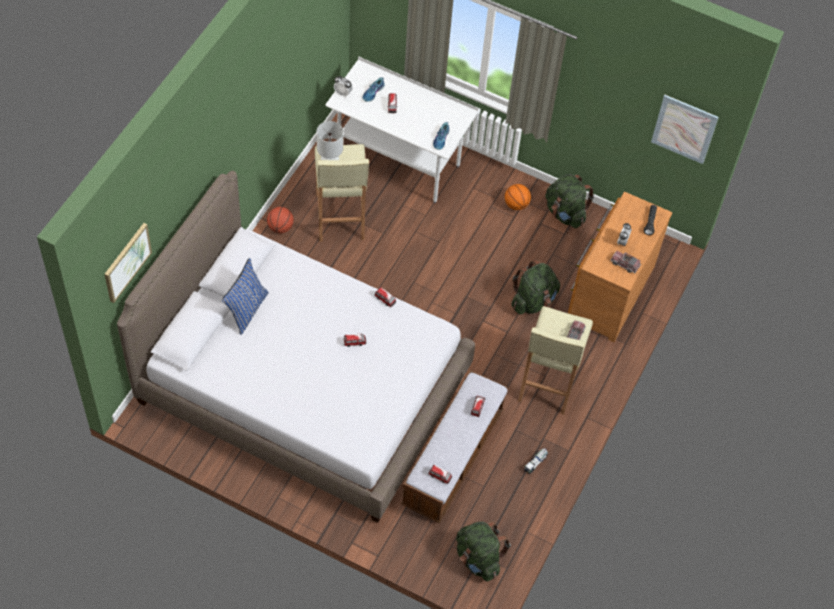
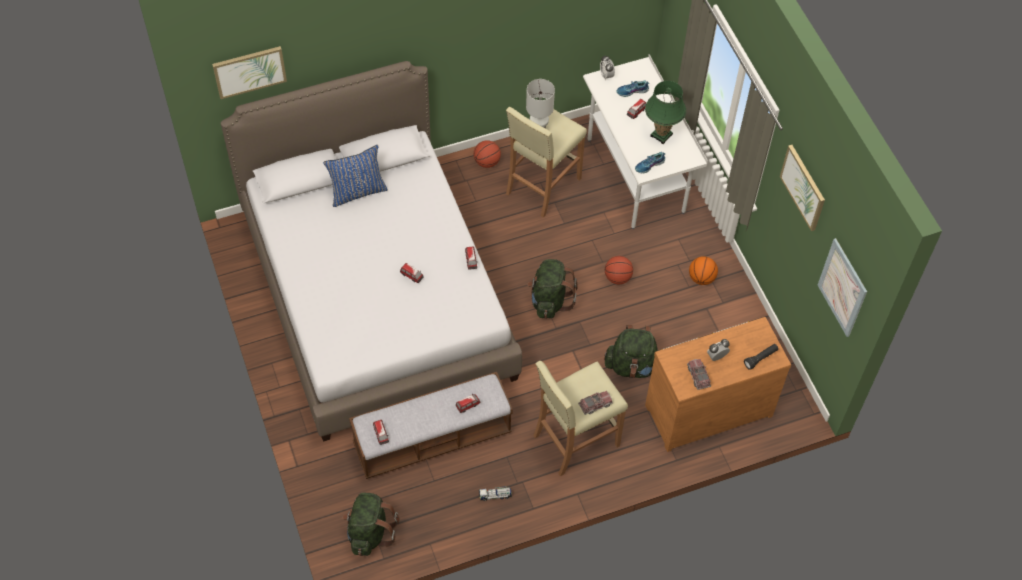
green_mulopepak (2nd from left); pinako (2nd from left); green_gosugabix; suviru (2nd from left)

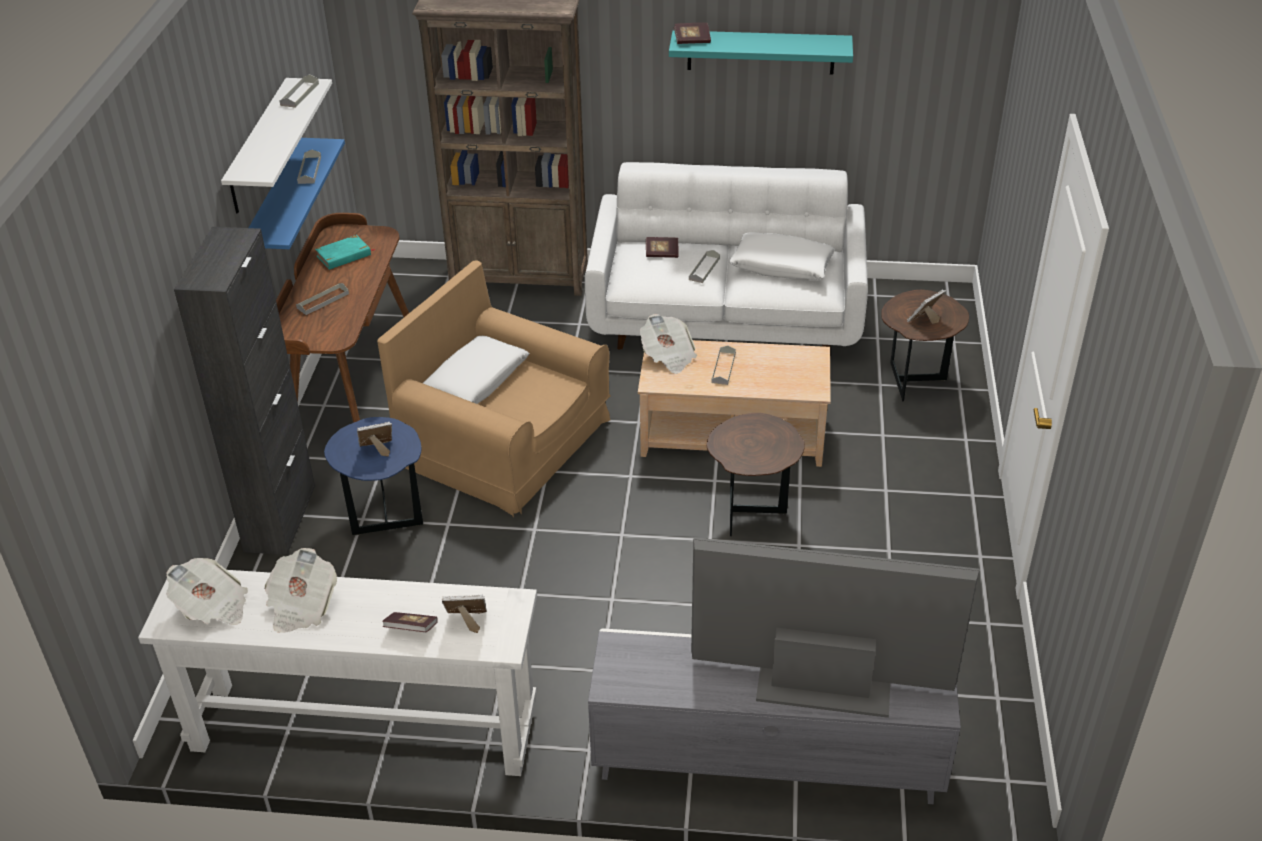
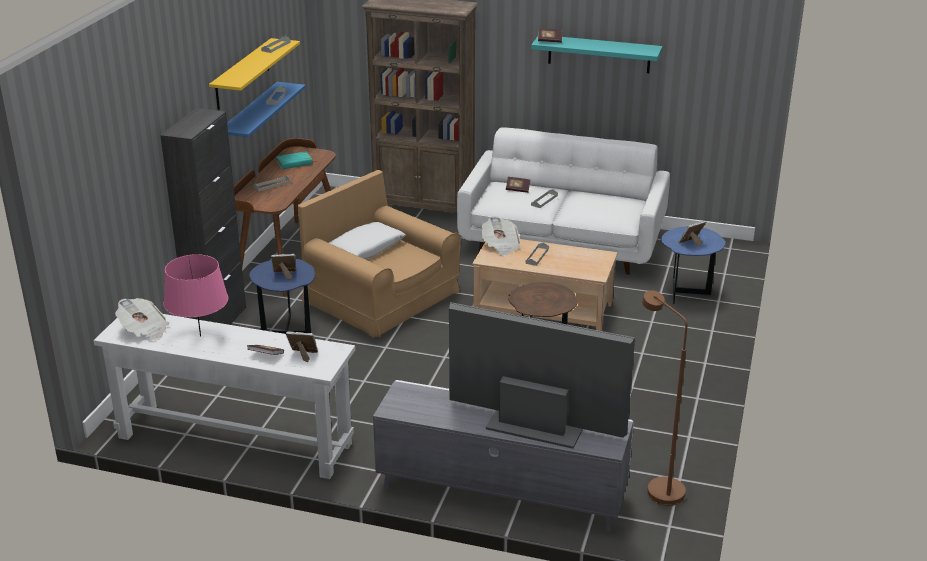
pink_gosugabix; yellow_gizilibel; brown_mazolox; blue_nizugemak (2nd from left); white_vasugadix (2nd from left in the first image)

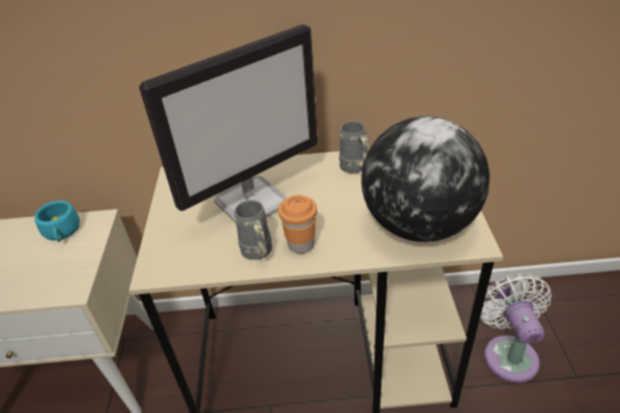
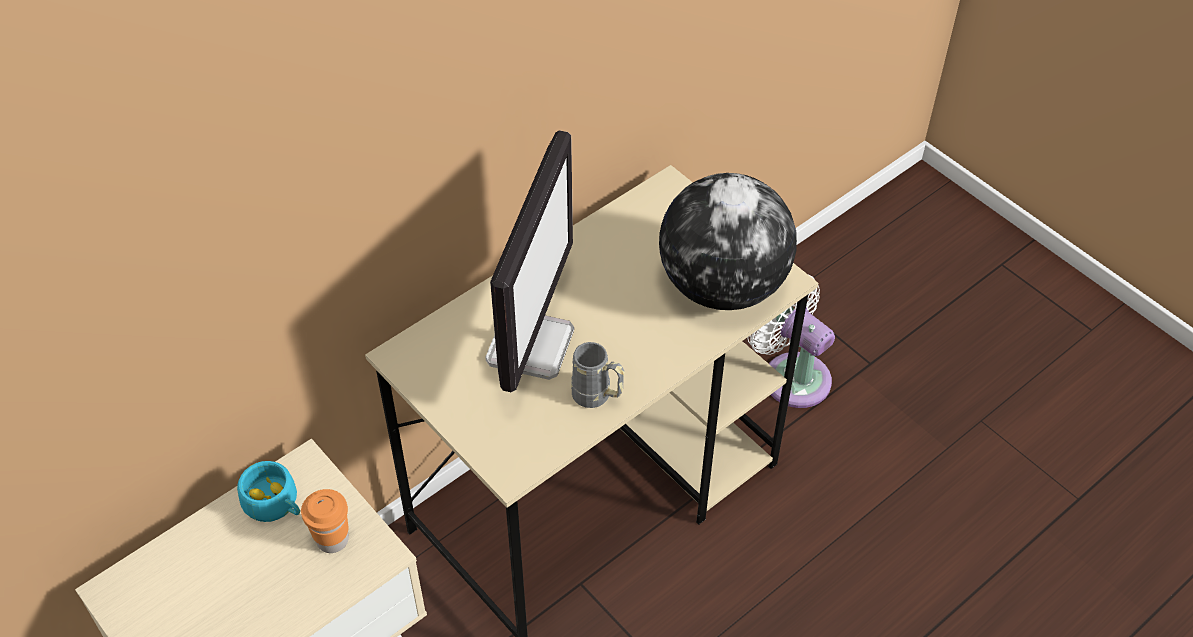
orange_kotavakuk; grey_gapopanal (2nd from left in the first image)

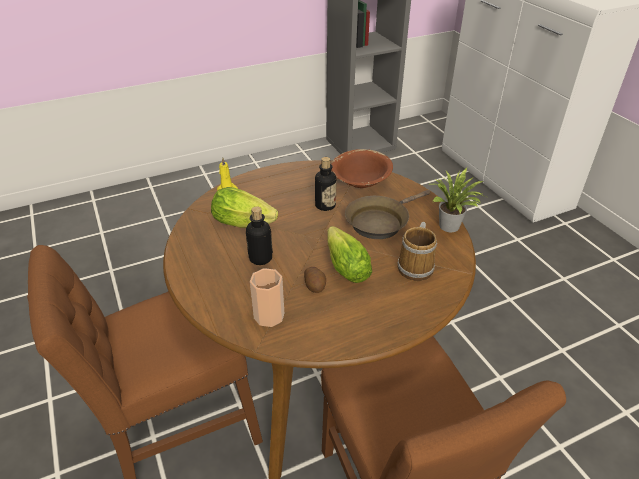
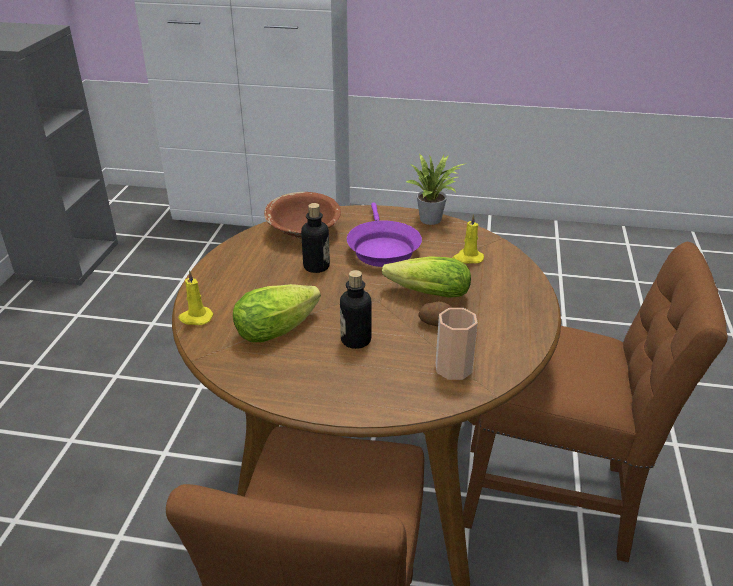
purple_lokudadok; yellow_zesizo (2nd from left)

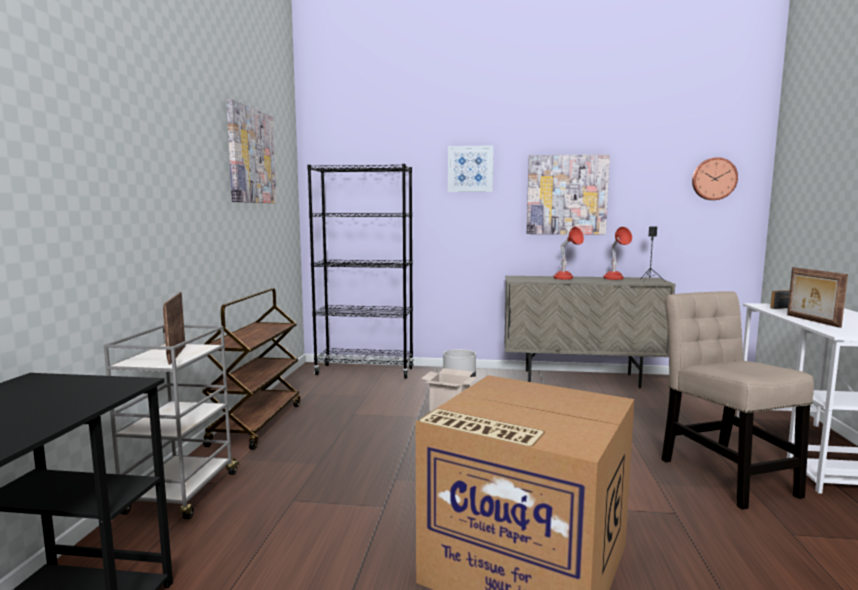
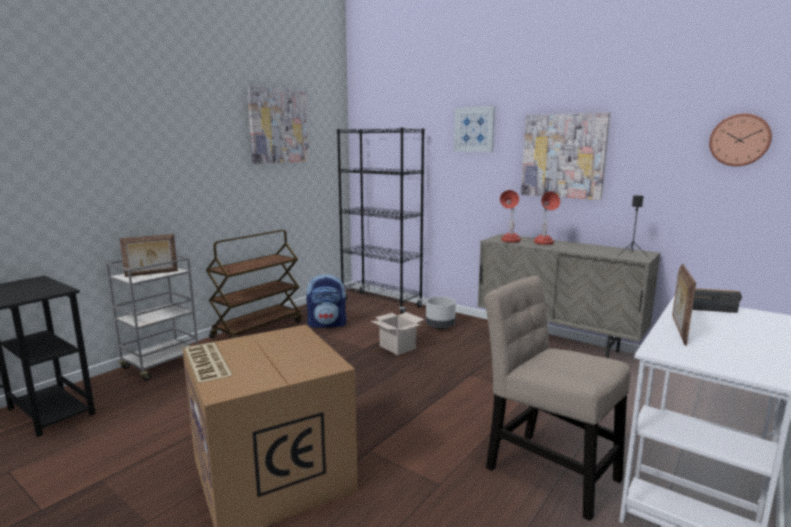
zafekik (1st from left); mulopepak; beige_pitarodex; red_gosugabix (1st from left)

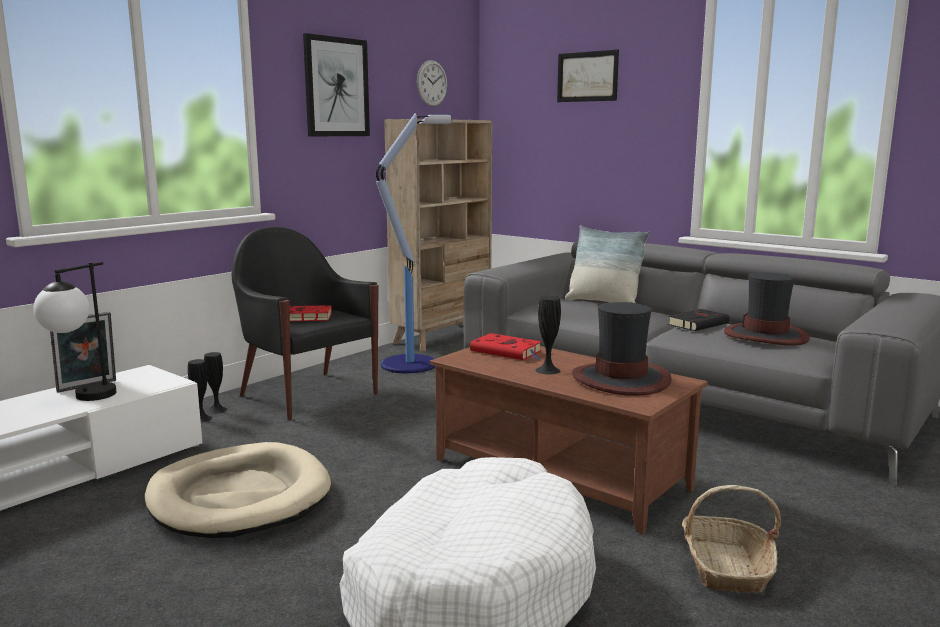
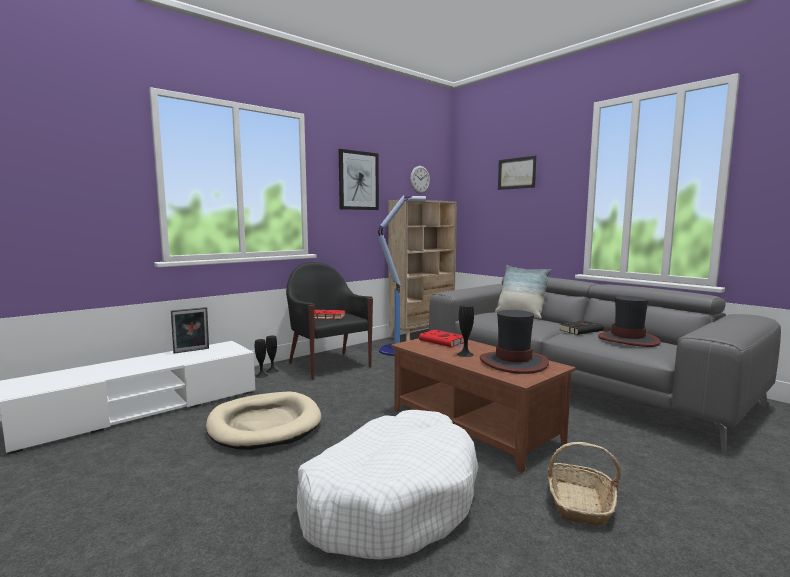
gosugabix

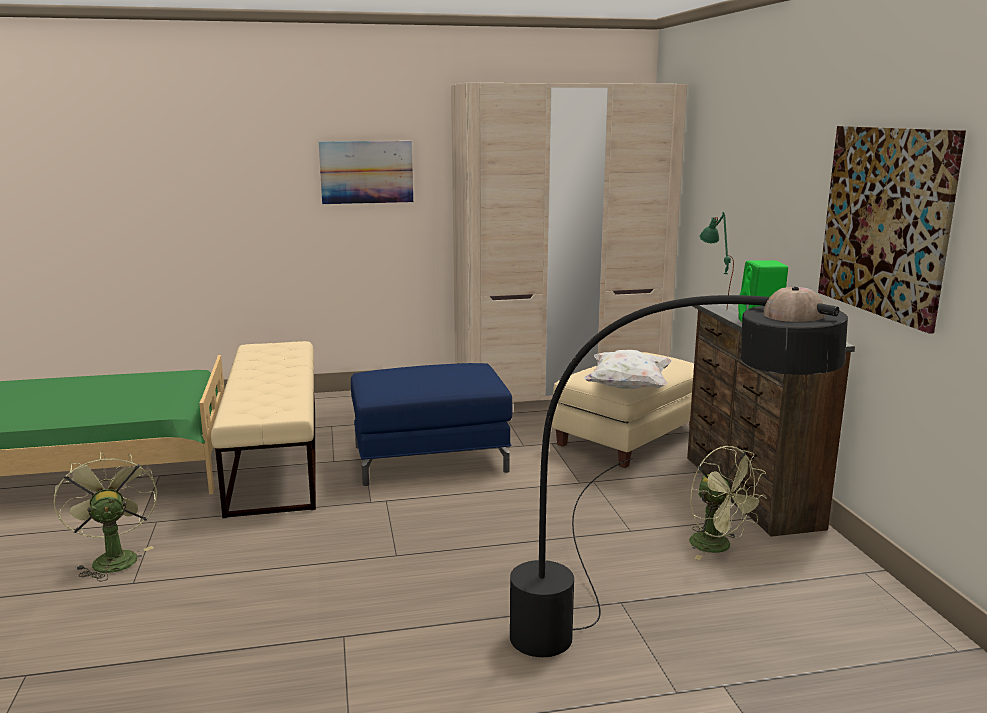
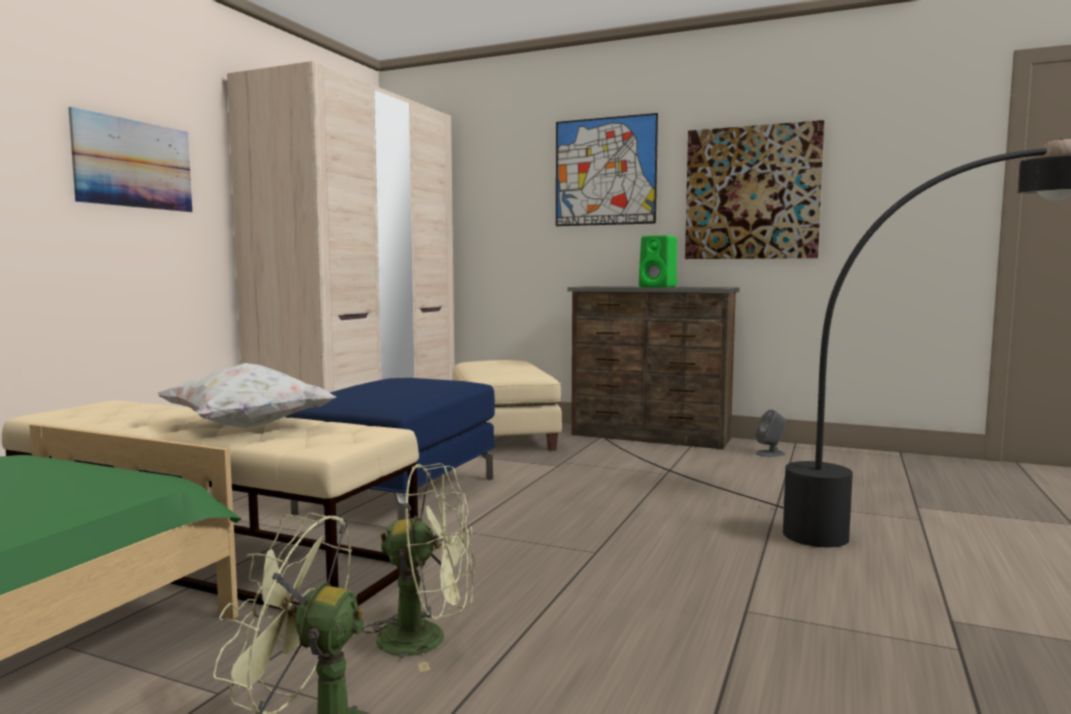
white_vasugadix; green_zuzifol (2nd from left); suviru (2nd from left); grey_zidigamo; green_gosugabix

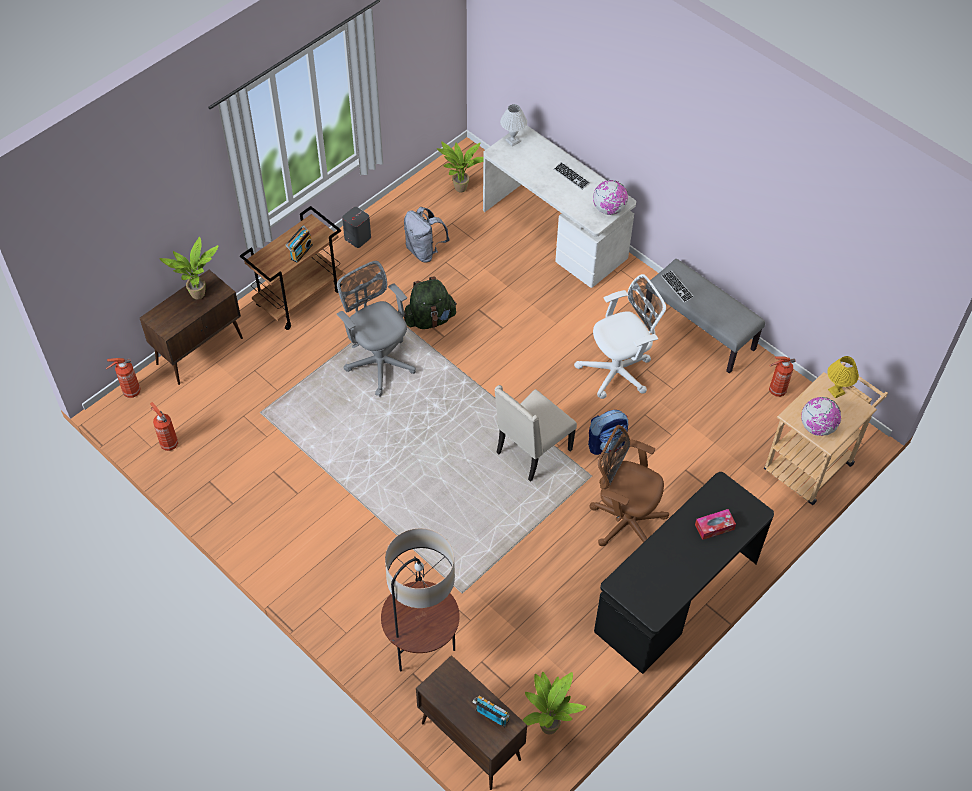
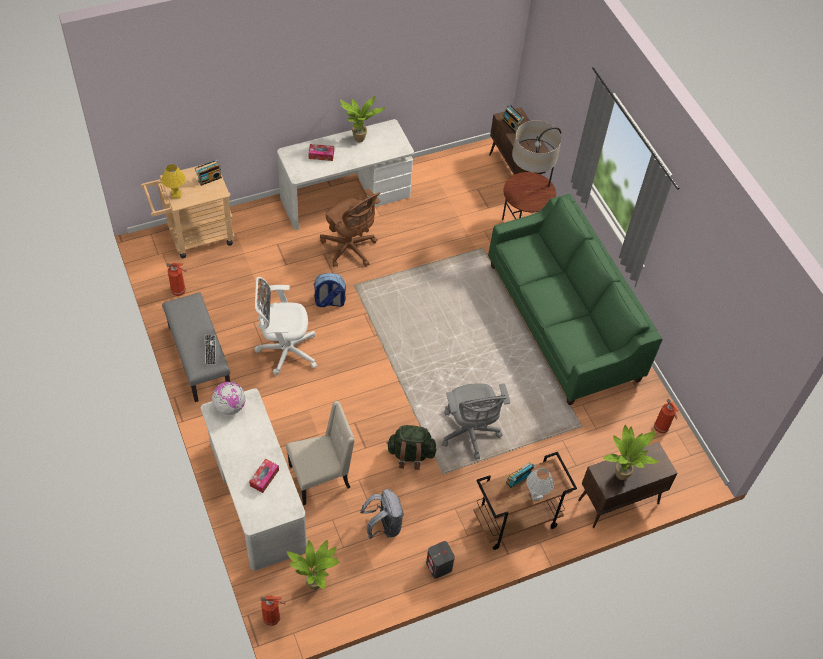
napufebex (1st from left); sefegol (1st from left); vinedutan (2nd from left); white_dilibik (2nd from left); beige_pitarodex; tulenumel (2nd from left); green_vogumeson; white_gosugabix; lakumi (1st from left in the first image)

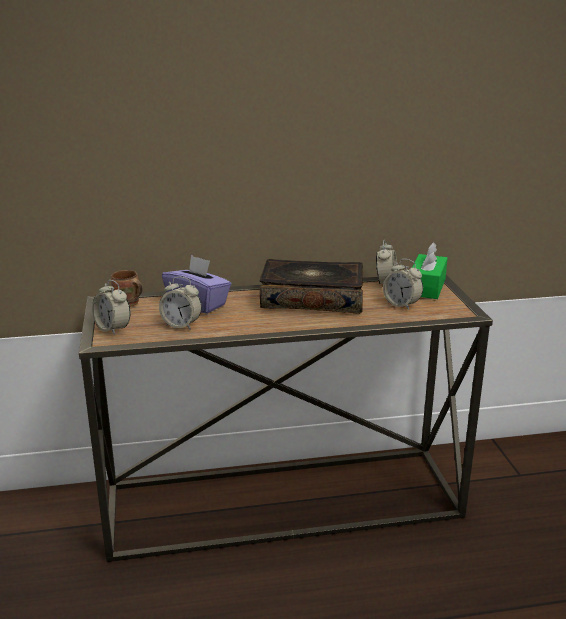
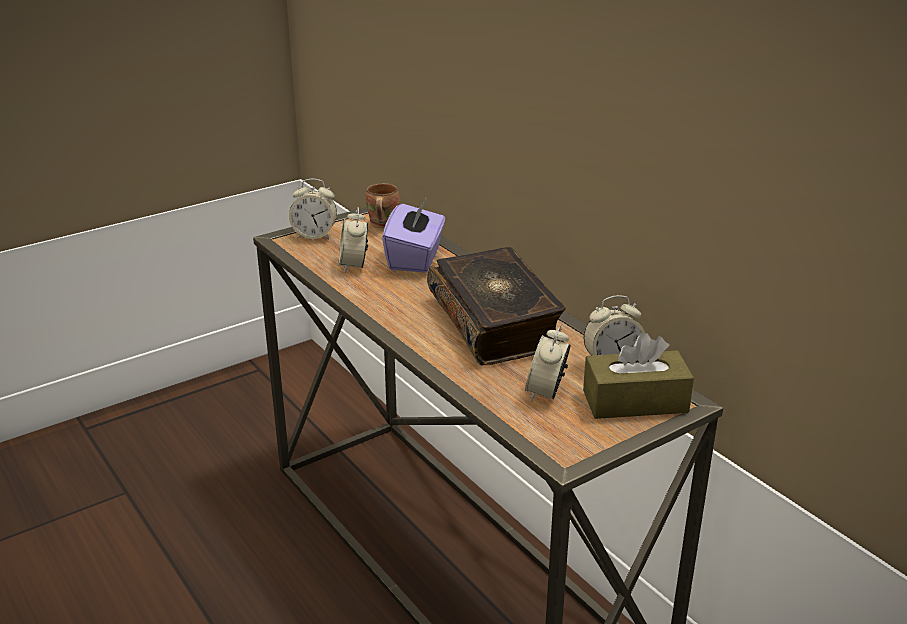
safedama (1st from left); brown_sefegol

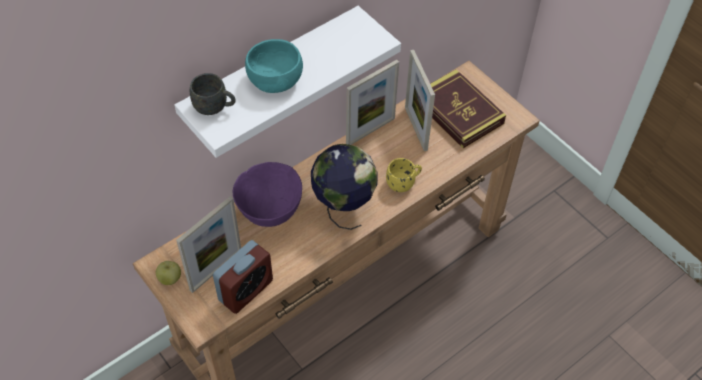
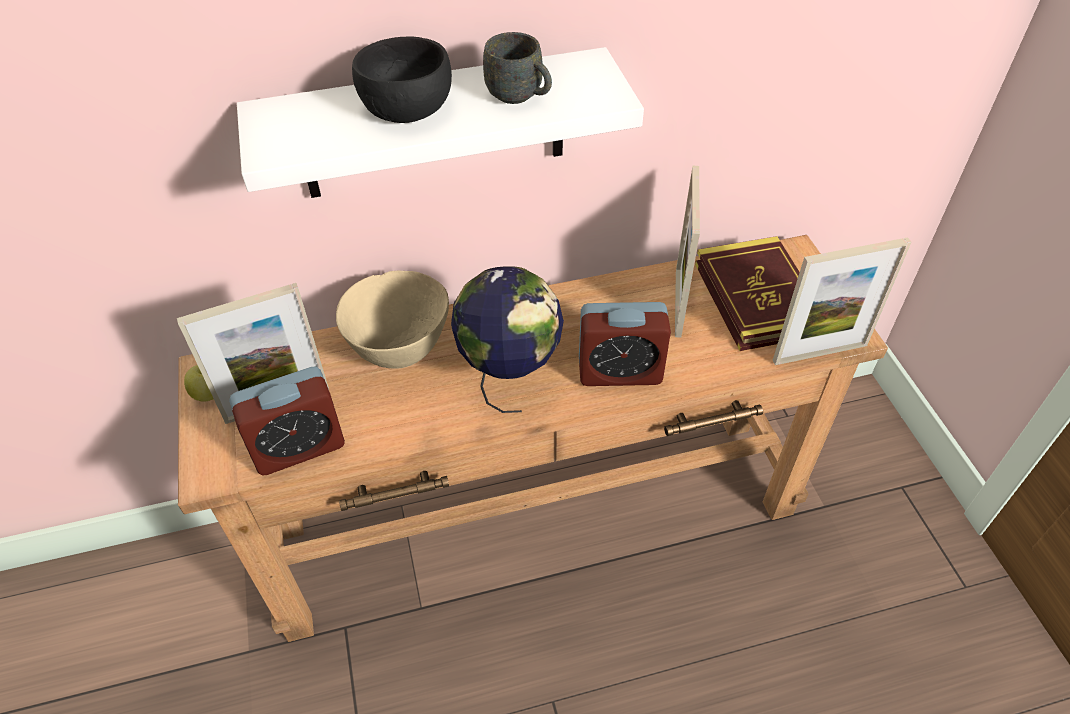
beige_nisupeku; black_nisupeku; grey_gapopanal; safedama (2nd from left); zafekik (3rd from left)

